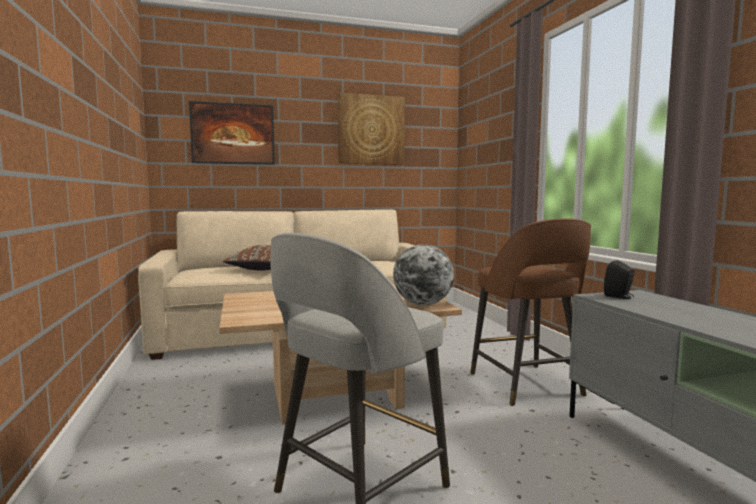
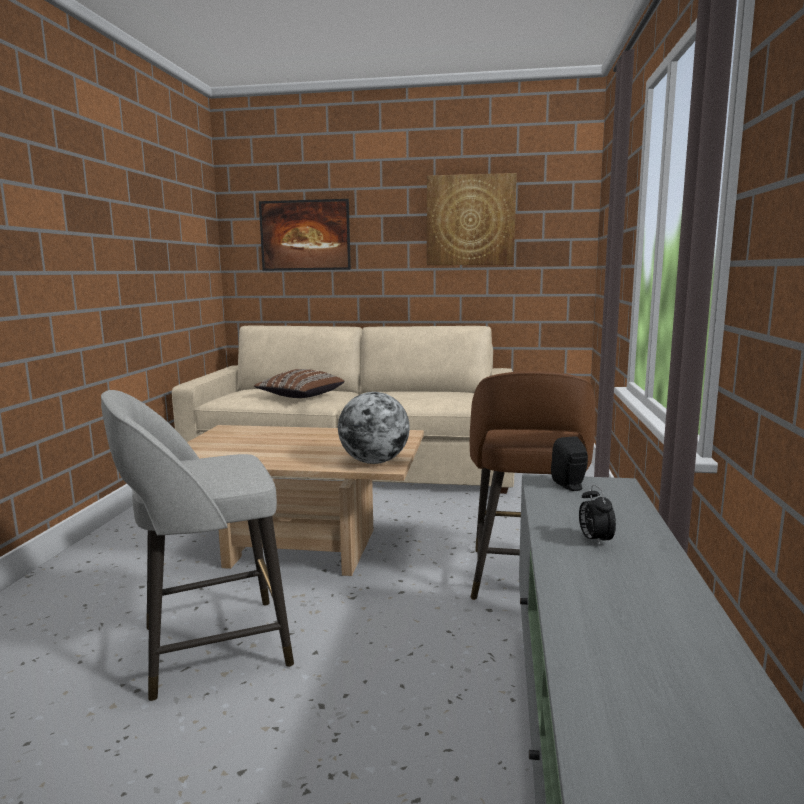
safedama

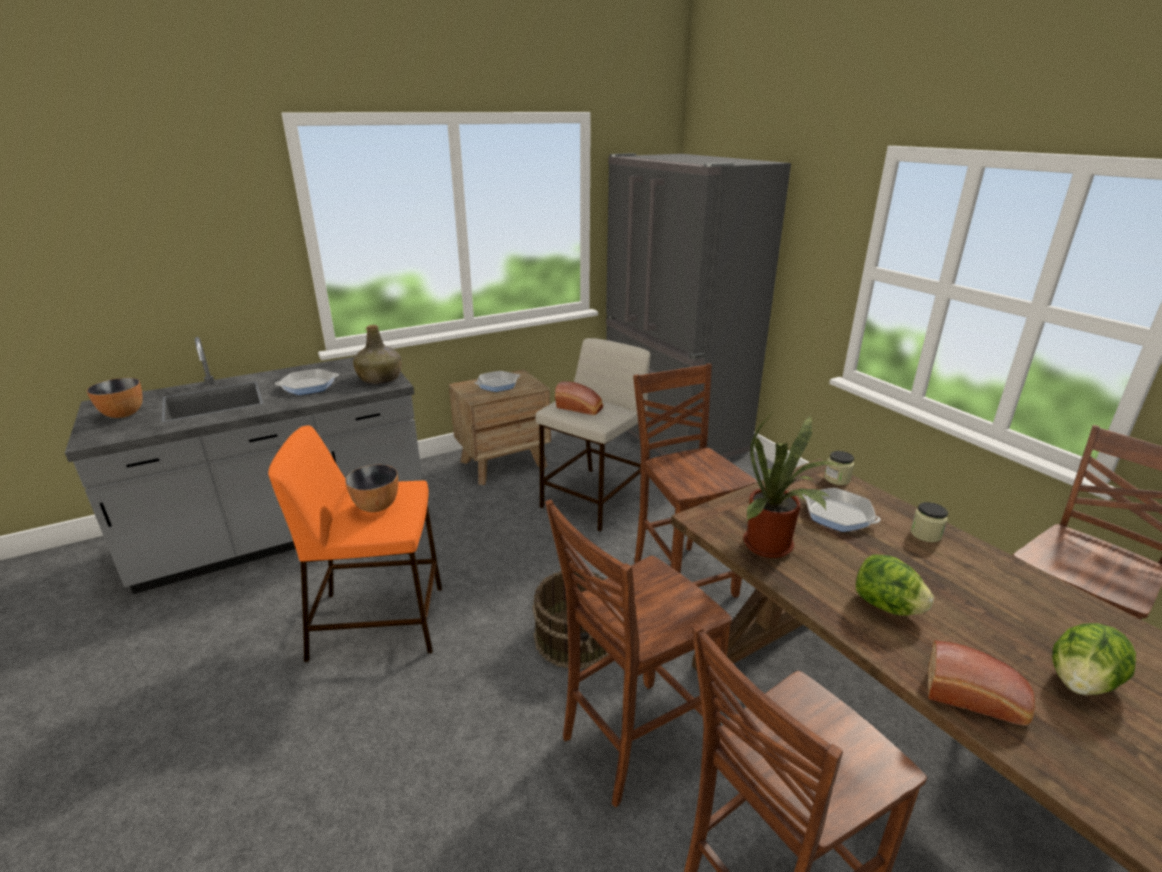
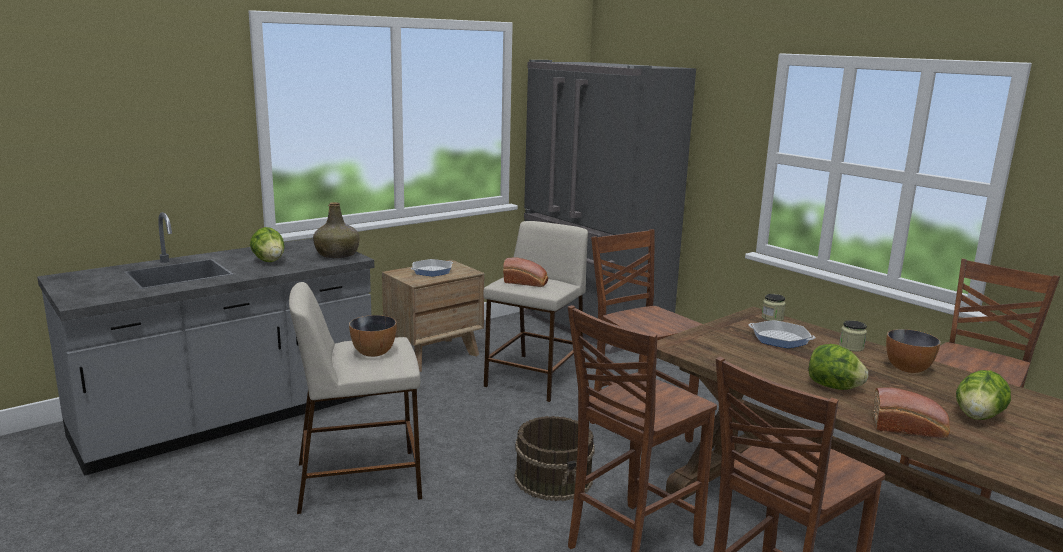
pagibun (1st from left); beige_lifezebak (1st from left); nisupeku (2nd from left); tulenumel

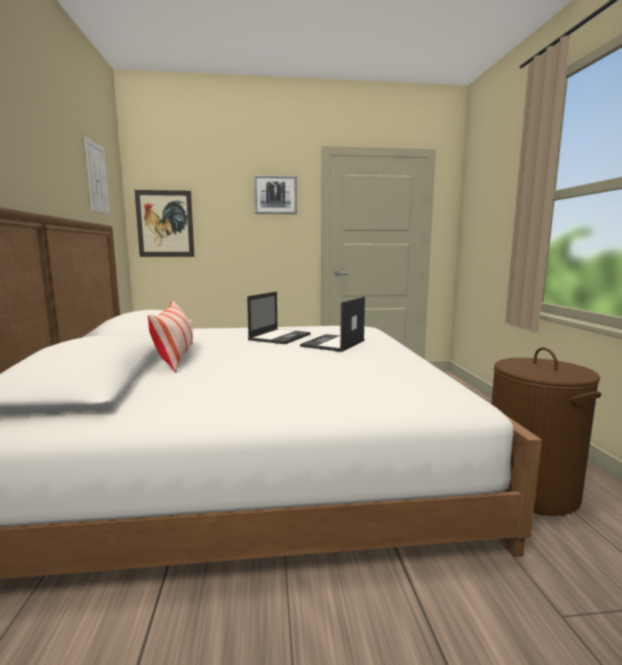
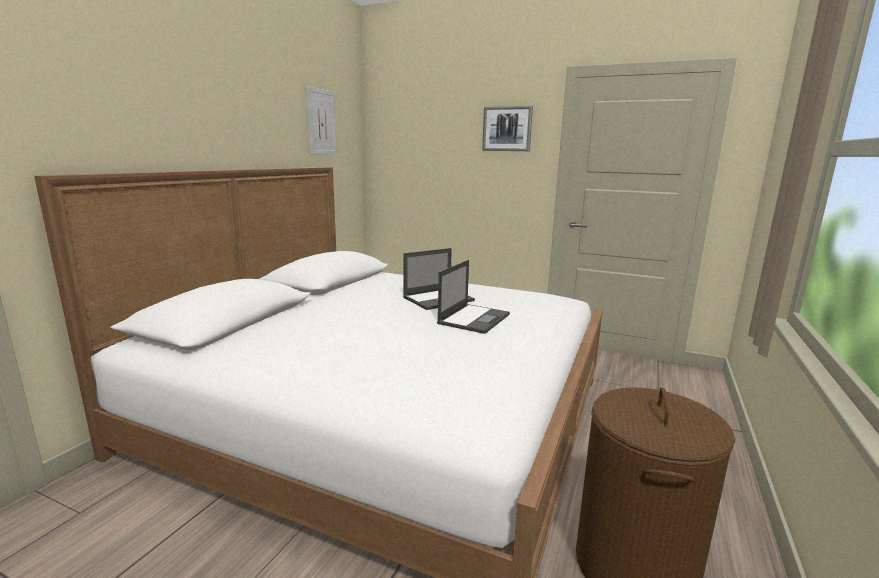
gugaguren (2nd from left); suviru (2nd from left in the first image); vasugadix

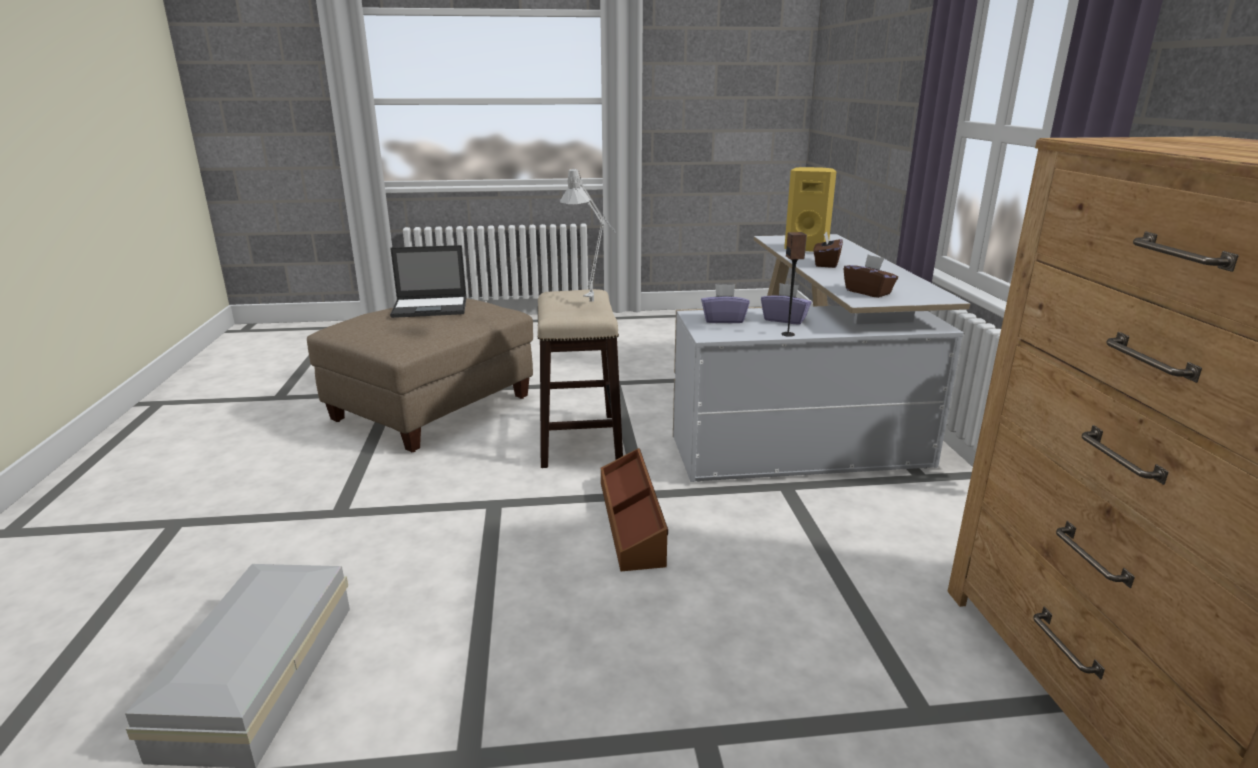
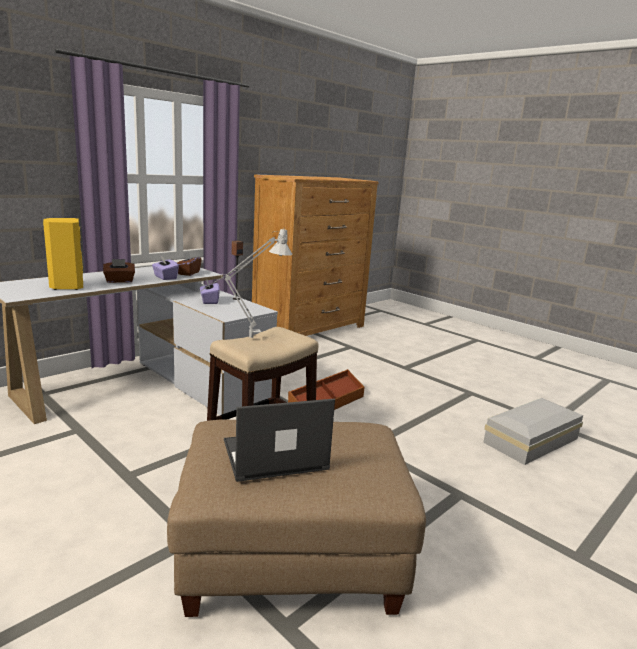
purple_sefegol (1st from left); gugaguren

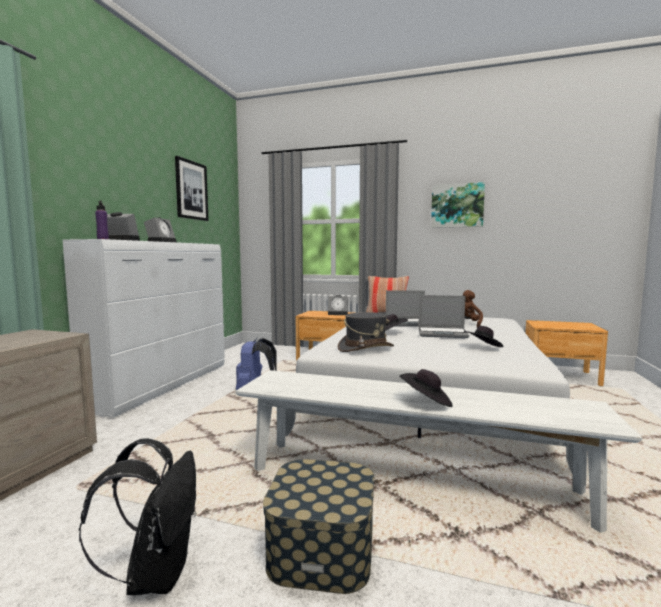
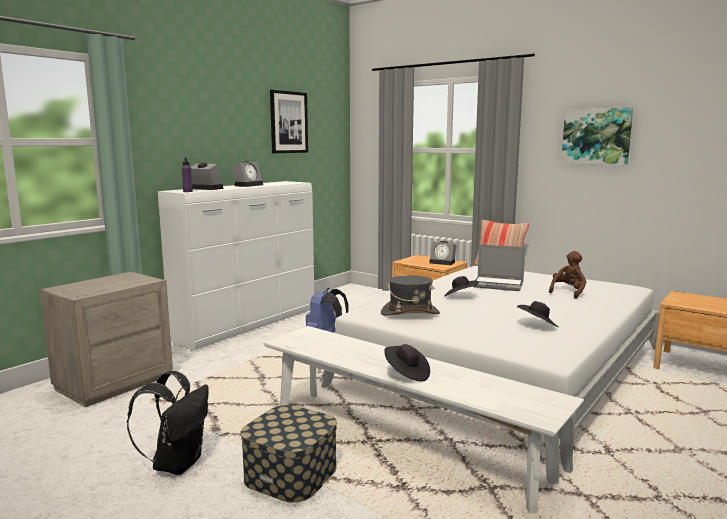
gugaguren (2nd from left in the first image)

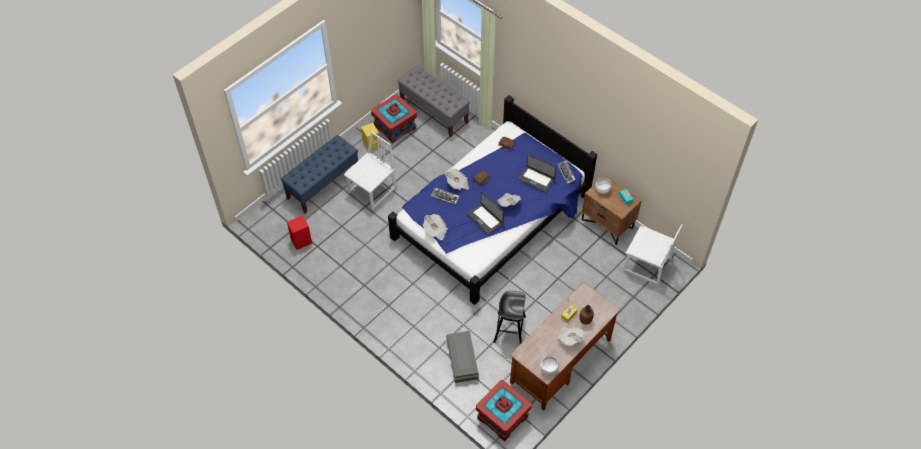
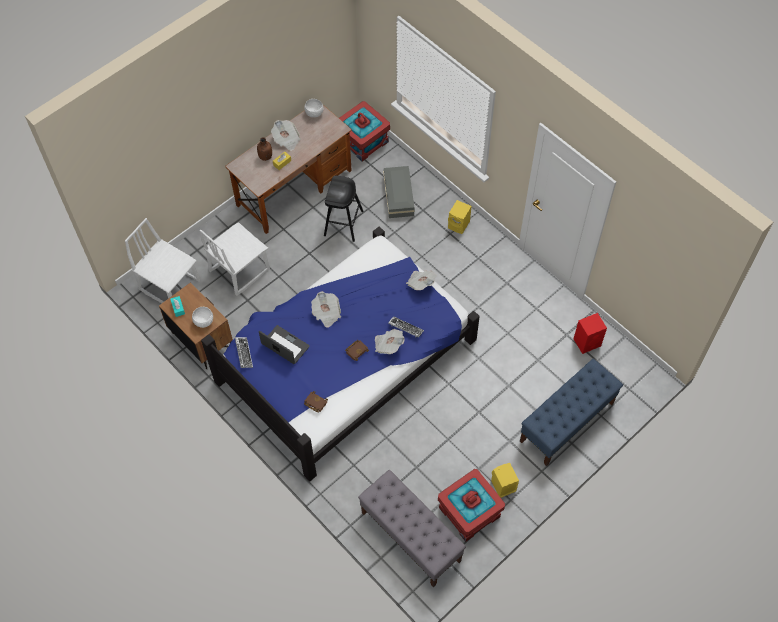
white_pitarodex (2nd from left); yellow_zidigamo (1st from left); gugaguren (1st from left in the first image)

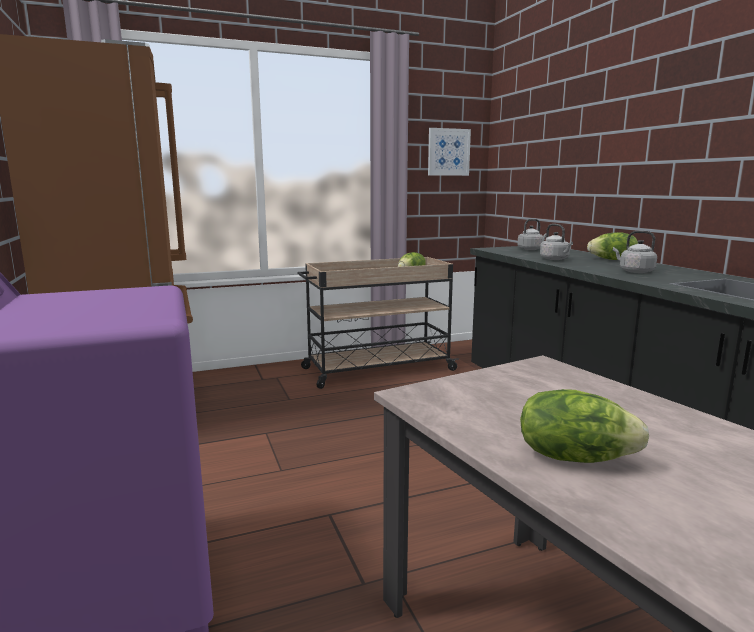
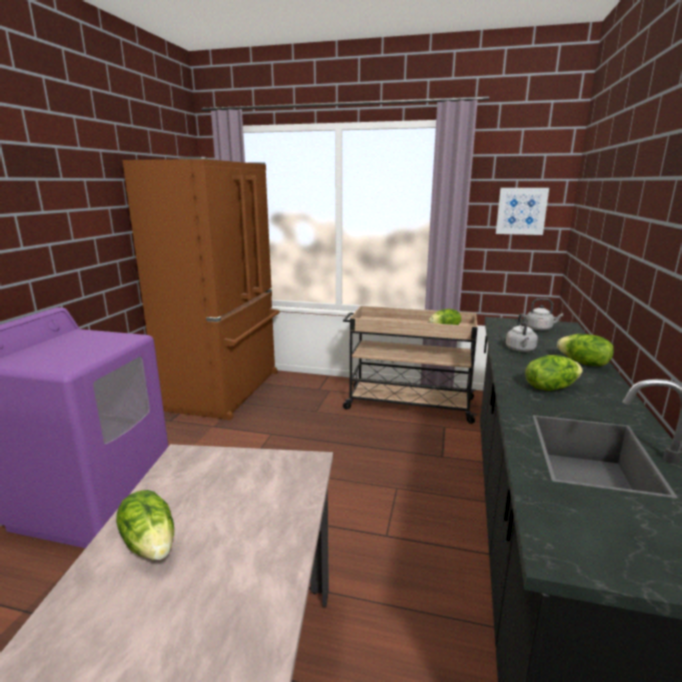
pagibun (3rd from left)

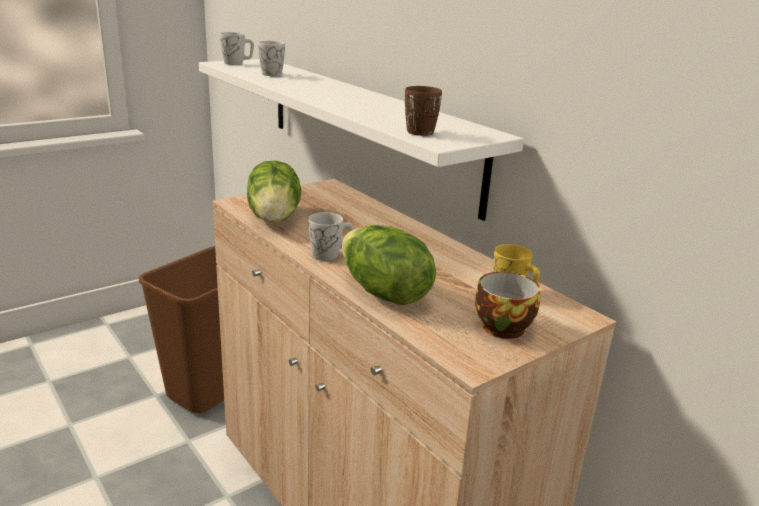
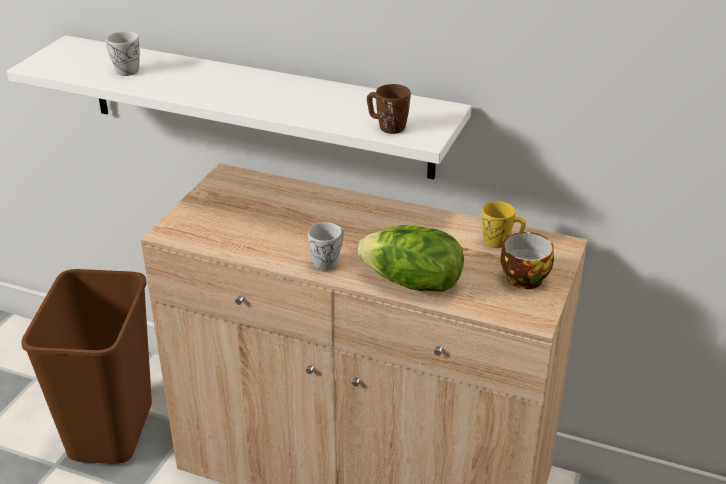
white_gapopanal (1st from left in the first image); pagibun (1st from left in the first image)

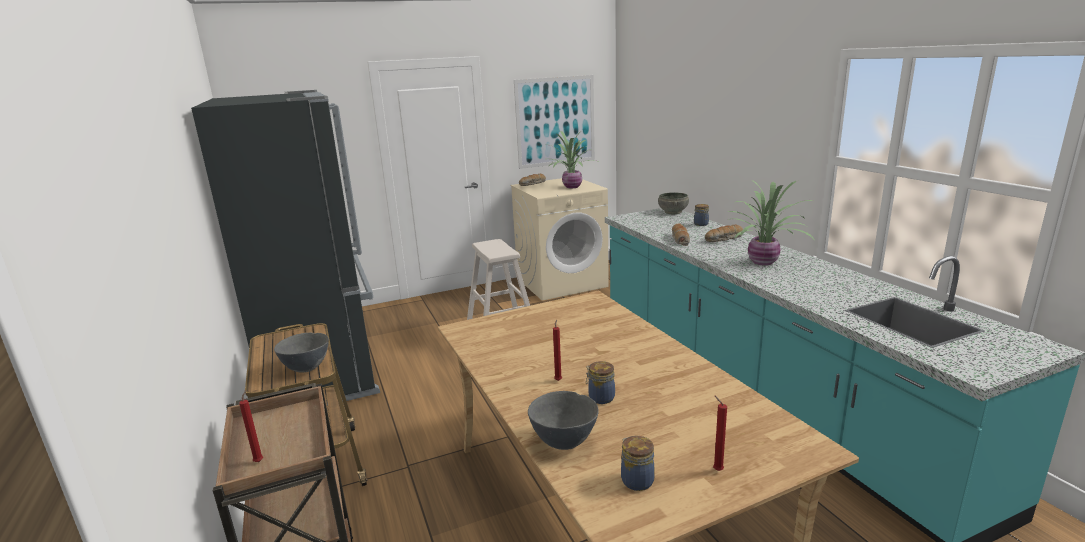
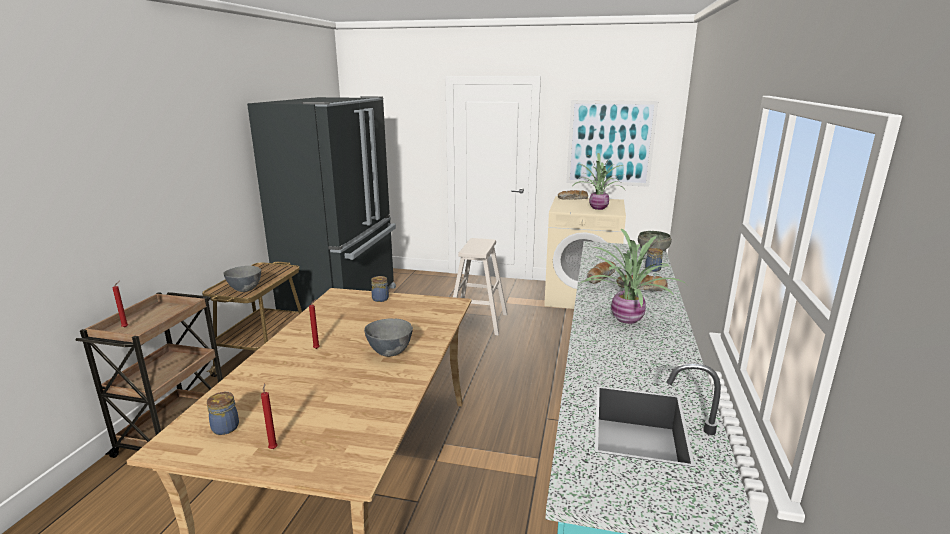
grey_nisupeku (2nd from left); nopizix (2nd from left)

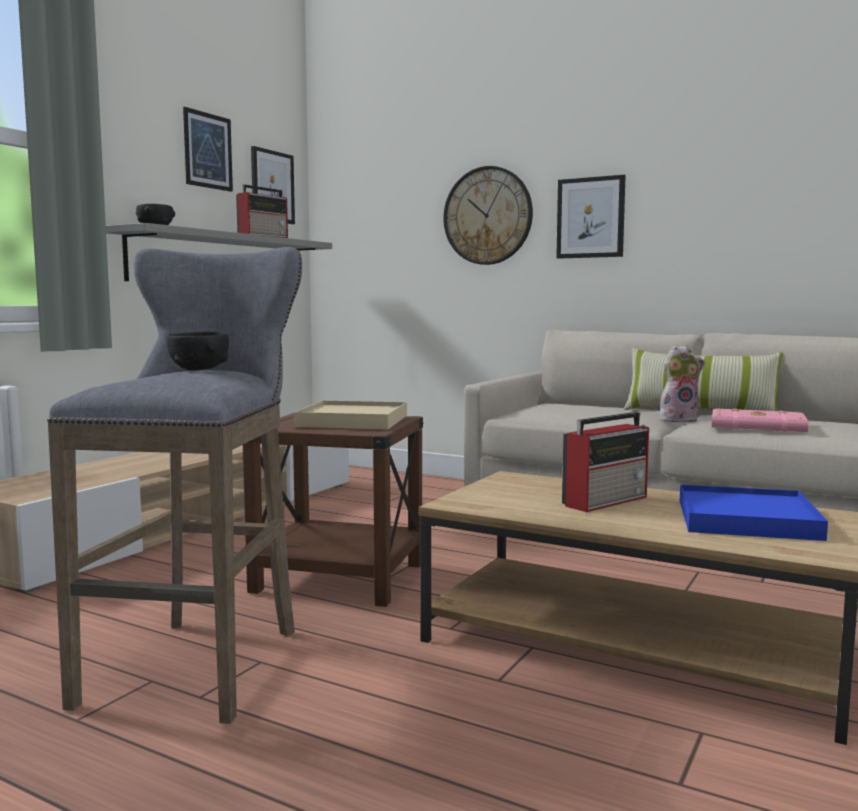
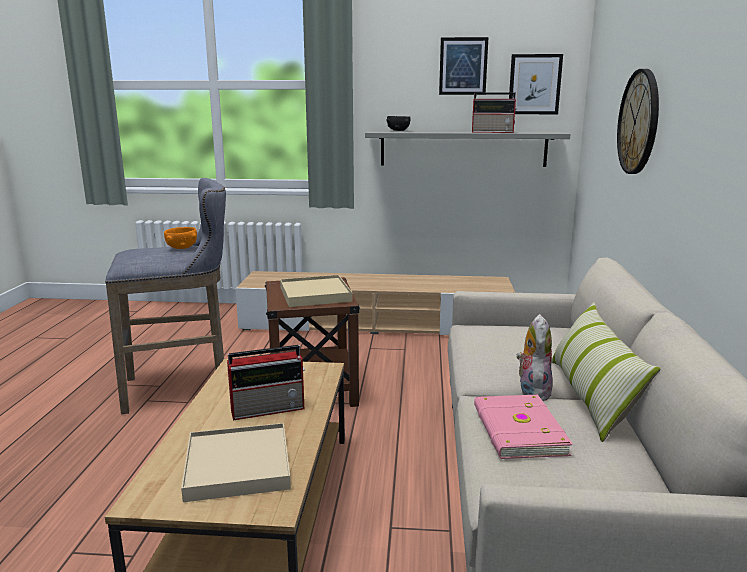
orange_nisupeku; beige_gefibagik (1st from left); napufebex (1st from left); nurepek; suviru (3rd from left in the first image)

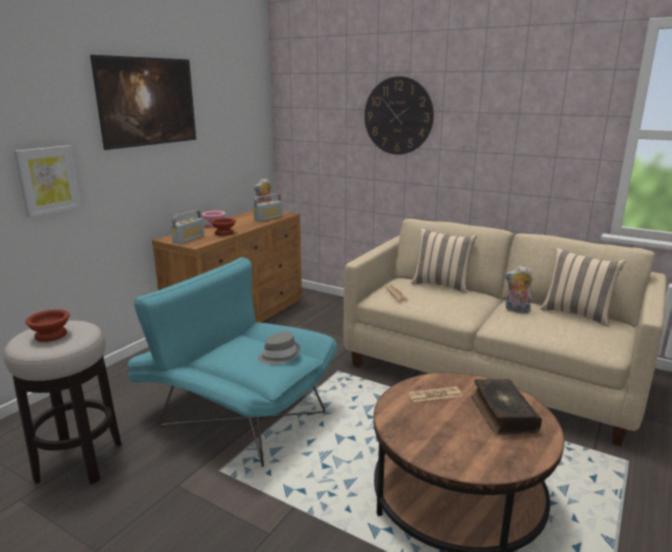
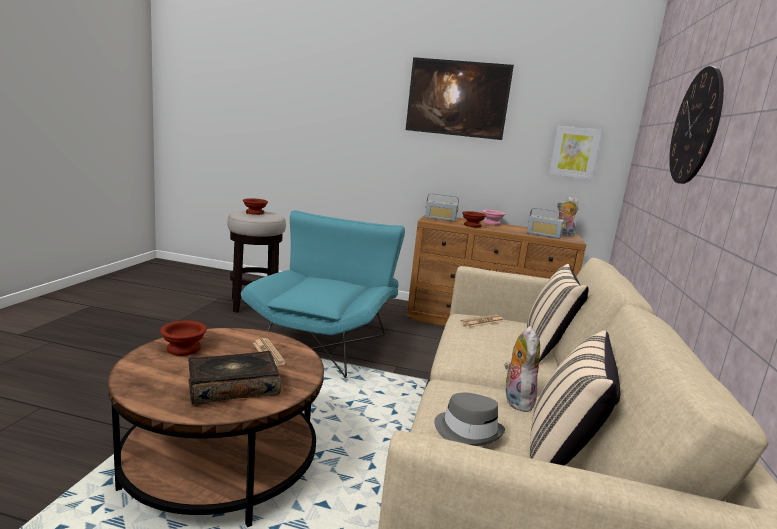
brown_nisupeku (1st from left); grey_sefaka; suviru (2nd from left)

